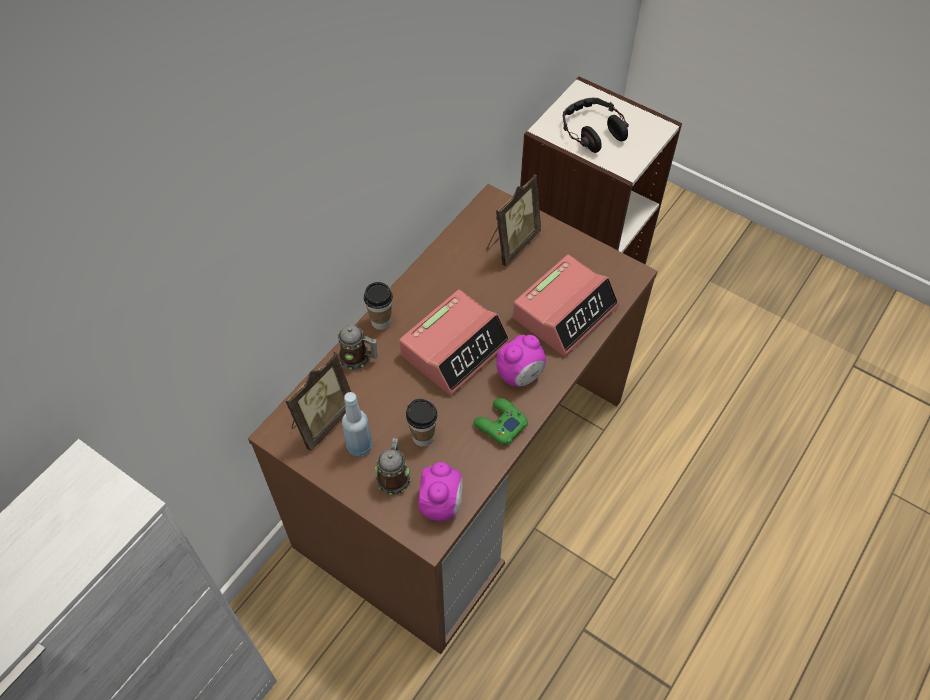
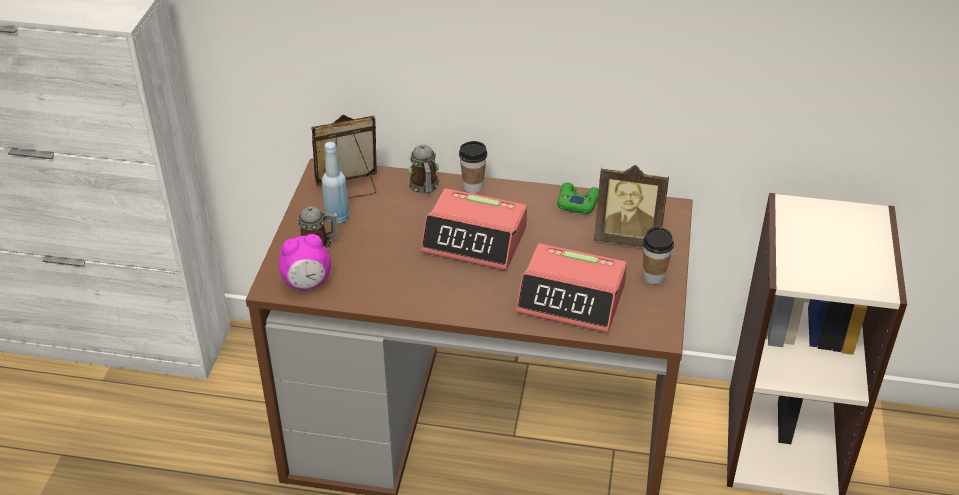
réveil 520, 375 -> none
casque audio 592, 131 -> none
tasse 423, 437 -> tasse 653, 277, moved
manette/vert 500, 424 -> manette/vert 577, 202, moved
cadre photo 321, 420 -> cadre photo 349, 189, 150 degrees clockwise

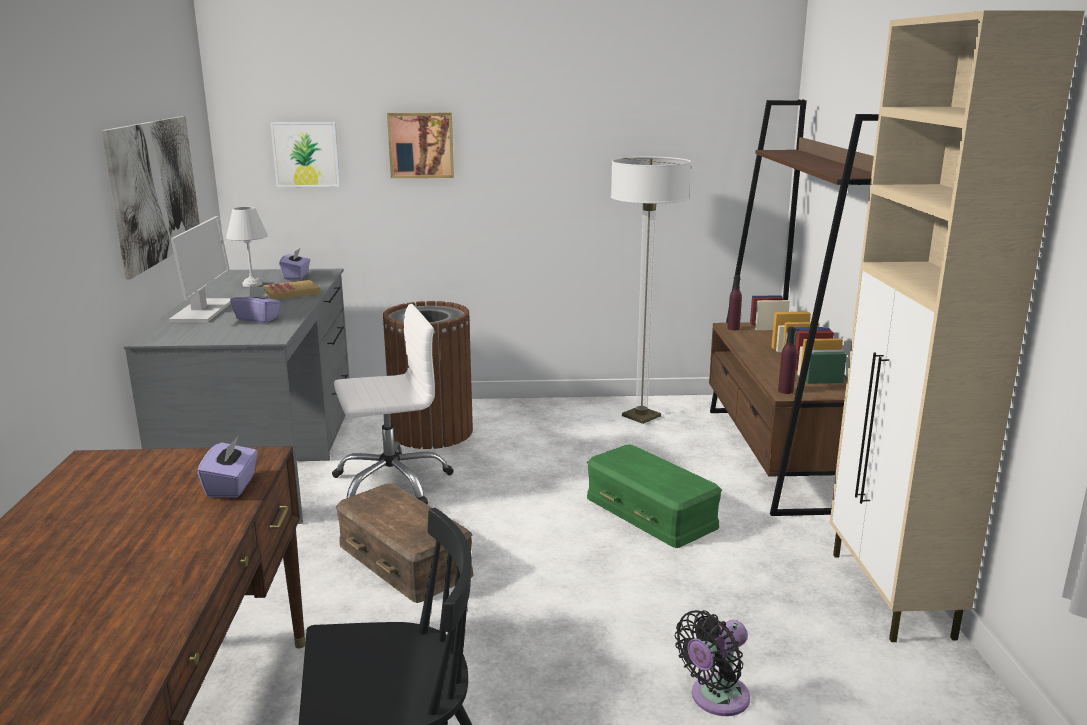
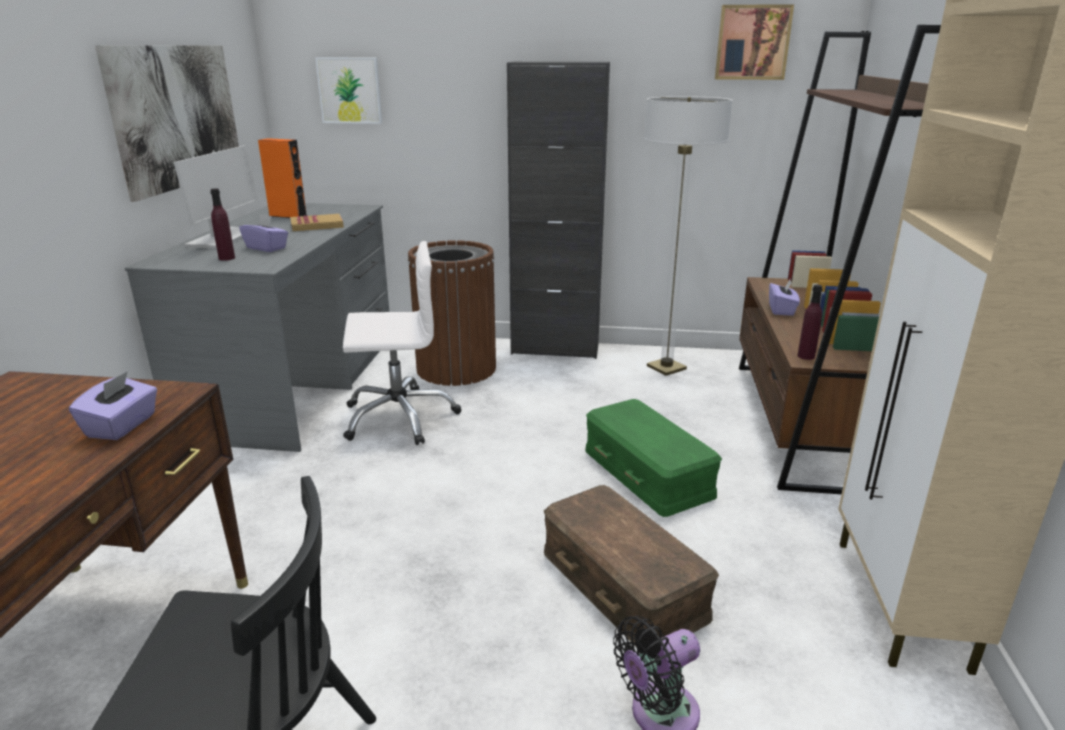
none -> meuble de rangement/noir 555, 349
boîte à mouchoirs/violet 296, 276 -> boîte à mouchoirs/violet 781, 310, moved
boîte de rangement/marron 405, 559 -> boîte de rangement/marron 624, 583, moved
tableau 421, 145 -> tableau 752, 42, moved
bouteille/violet 733, 328 -> bouteille/violet 227, 258, moved
lampe de table/blanc 252, 284 -> enceinte/orange 288, 216

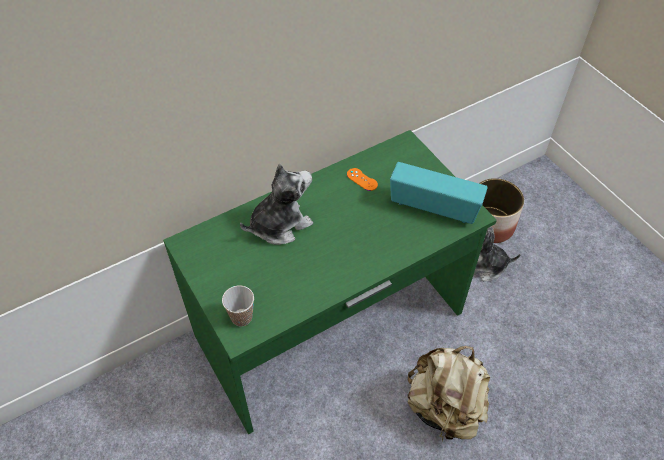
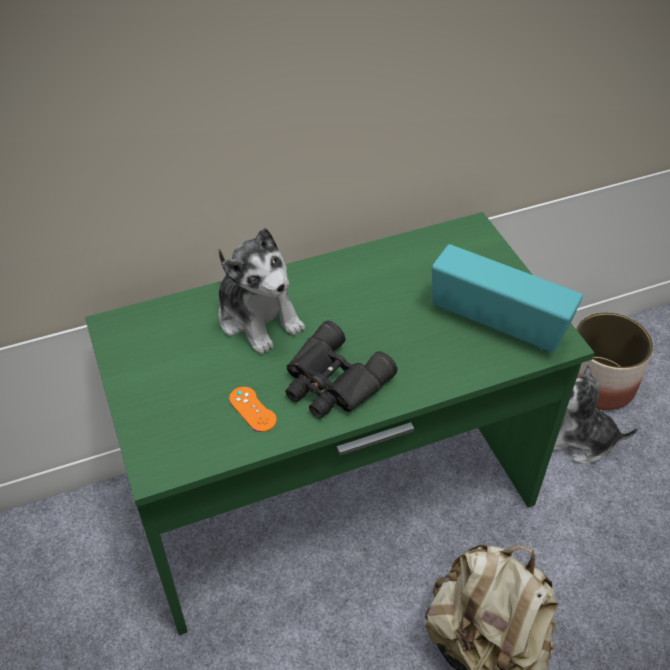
tasse 241, 317 -> none
none -> jumelles/noir 332, 383
manette/orange 362, 179 -> manette/orange 252, 409, moved
peluche 280, 224 -> peluche 258, 317, 75 degrees clockwise

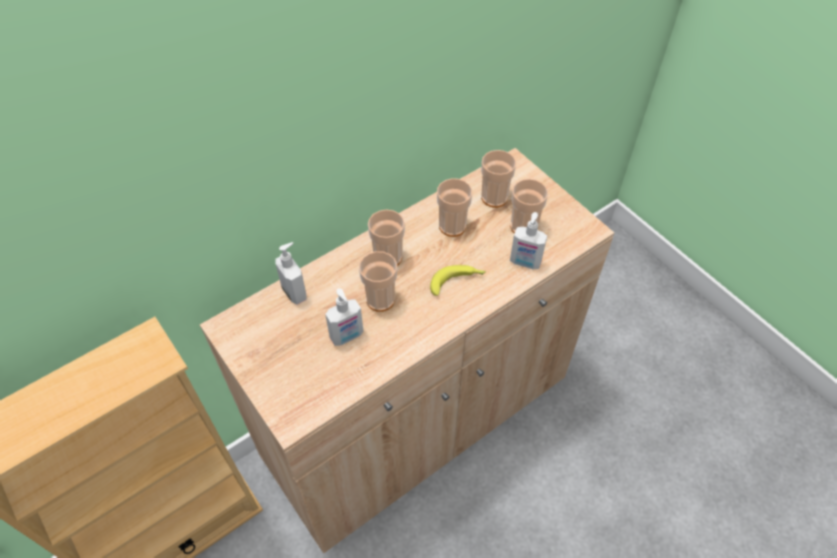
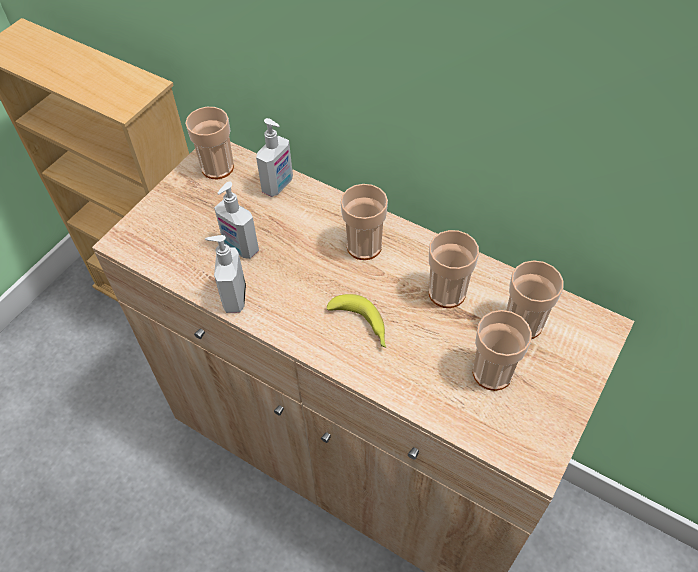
tasse 380, 299 -> tasse 217, 168, moved
distributeur de savon 525, 263 -> distributeur de savon 233, 298, moved

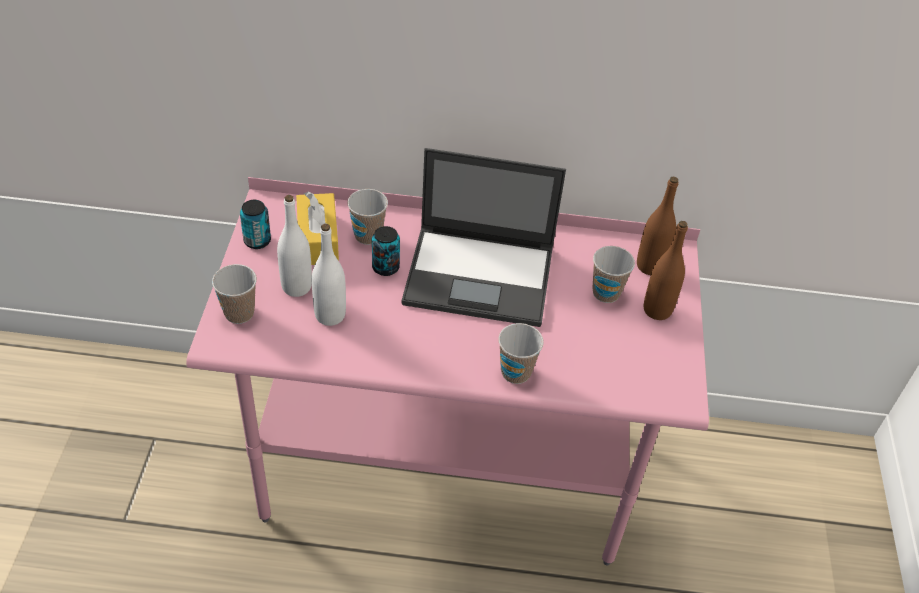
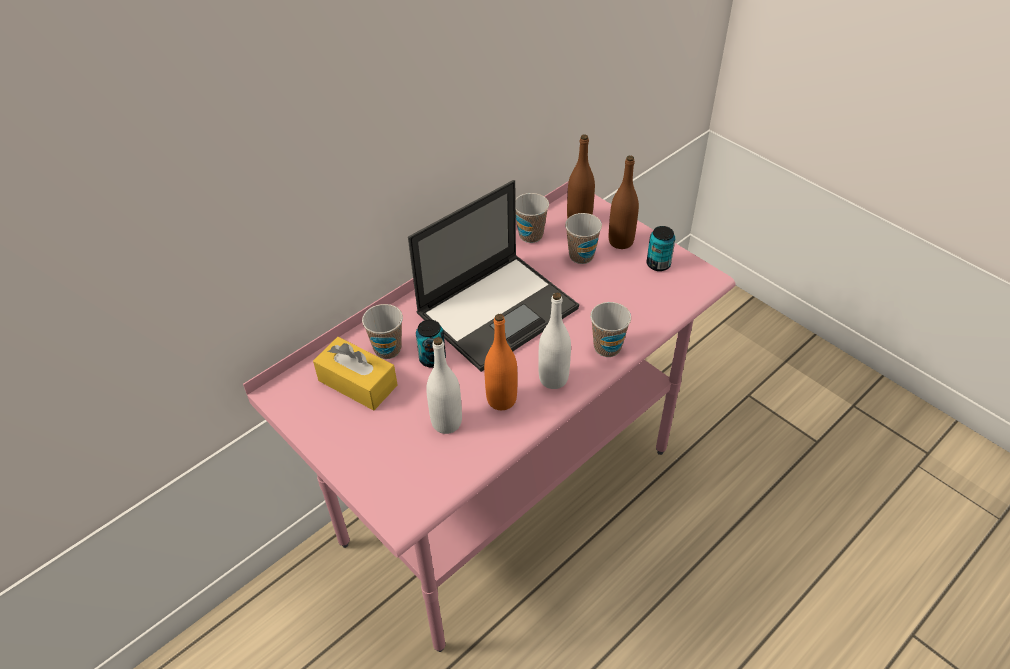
none -> bouteille/orange 501, 399
tasse 239, 313 -> tasse 531, 235, moved
boîte métallique 257, 241 -> boîte métallique 658, 264, moved
bouteille/blanc 296, 287 -> bouteille/blanc 553, 379, moved

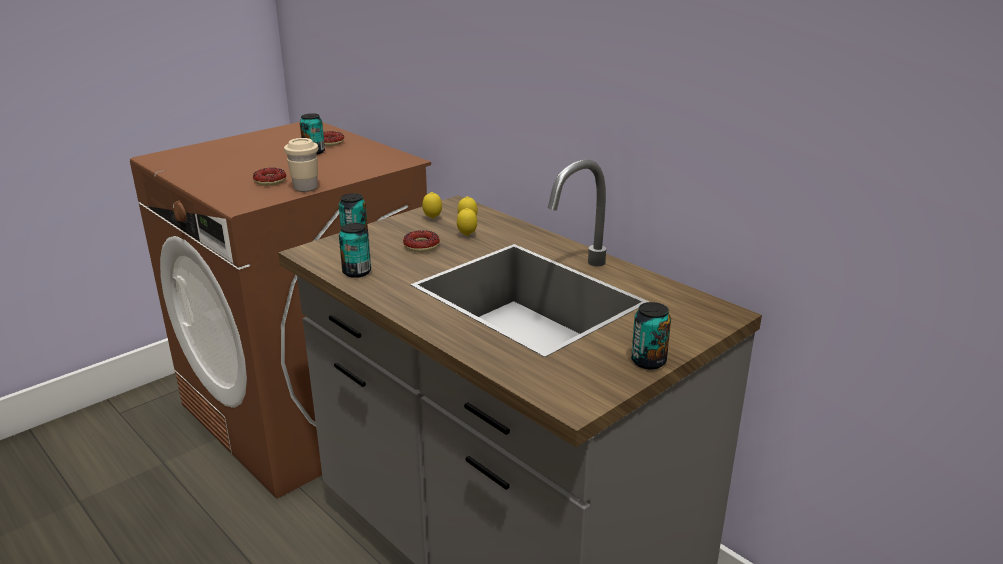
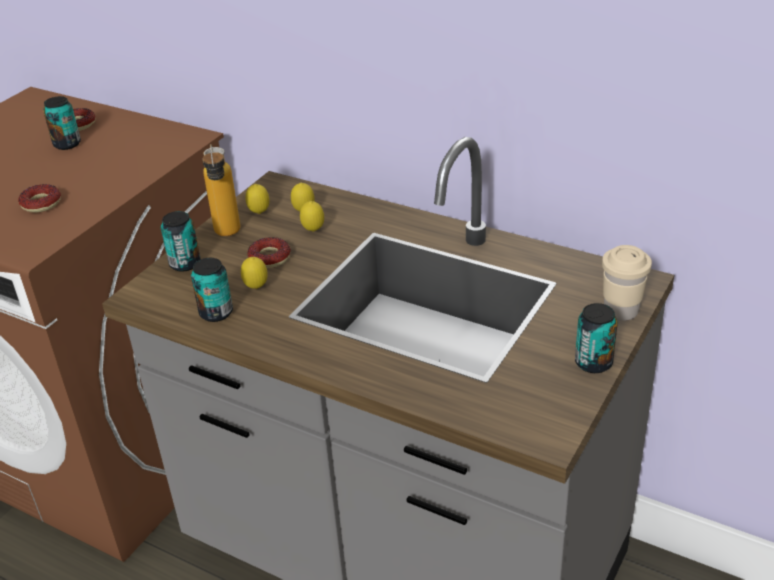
none -> bouteille 227, 236
none -> citron 256, 288
tasse/beige 305, 188 -> tasse/beige 621, 311, moved

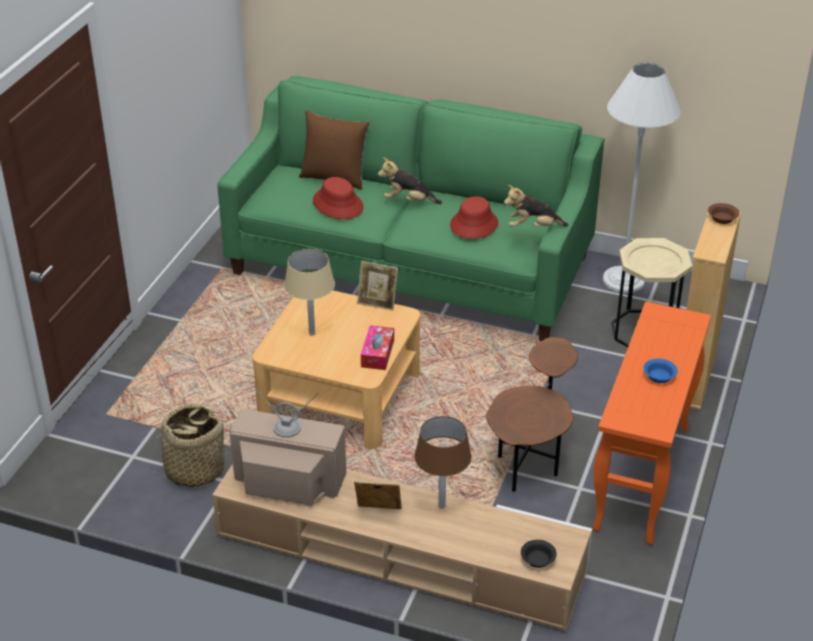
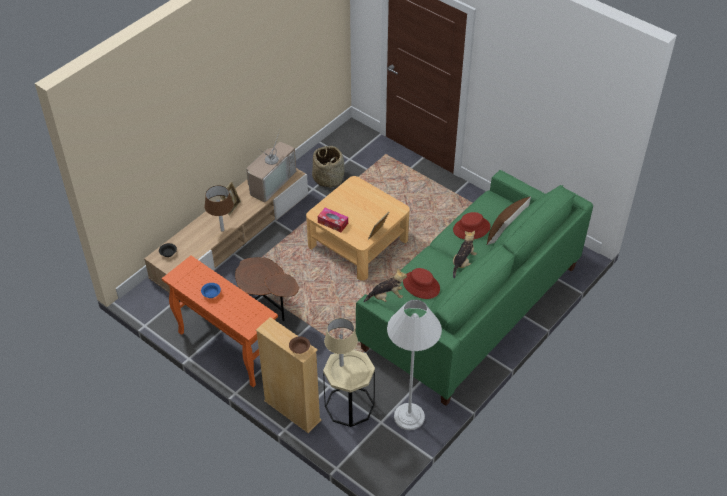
lampe de table/beige 312, 333 -> lampe de table/beige 341, 364, moved
peluche 533, 227 -> peluche 386, 297, 60 degrees clockwise

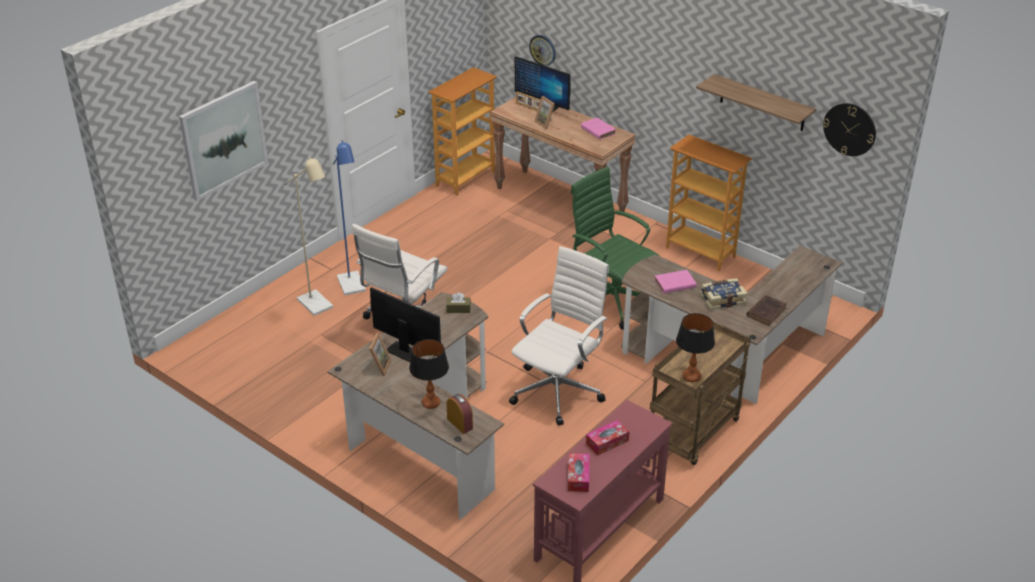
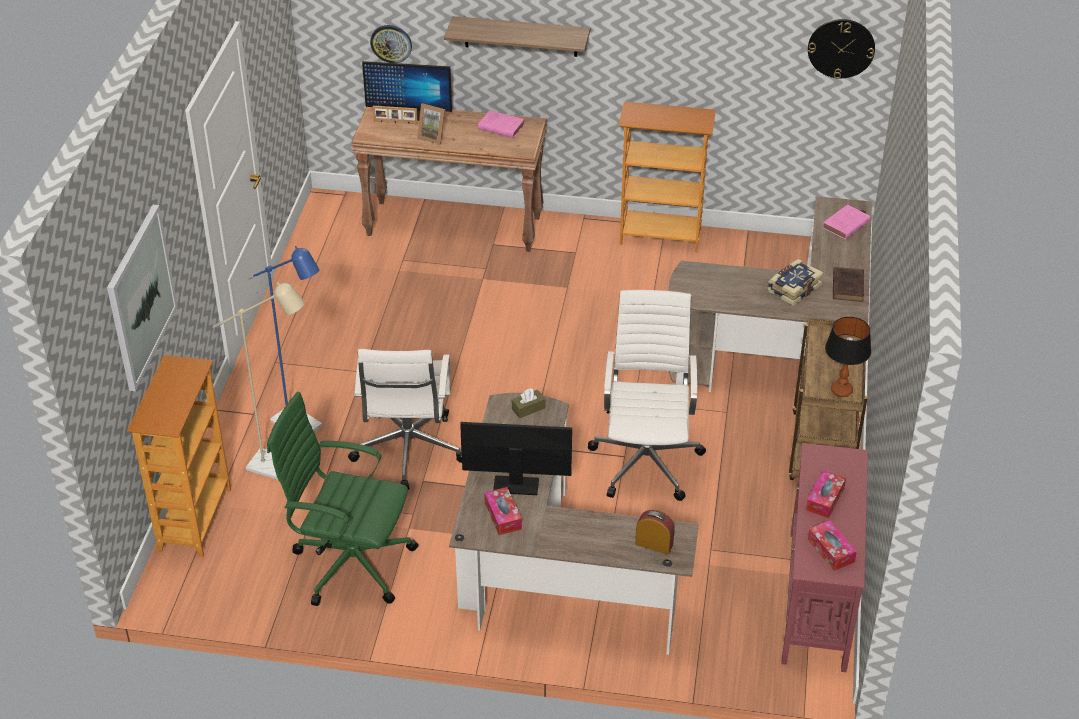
lampe de table 431, 403 -> none
bibliothèque 465, 178 -> bibliothèque 194, 519, moved
chaise de bureau/vert 611, 300 -> chaise de bureau/vert 349, 562, moved
livre/rose 673, 284 -> livre/rose 845, 225, moved
étagère 762, 103 -> étagère 521, 36, moved
cadre photo 378, 367 -> boîte à mouchoirs 503, 516

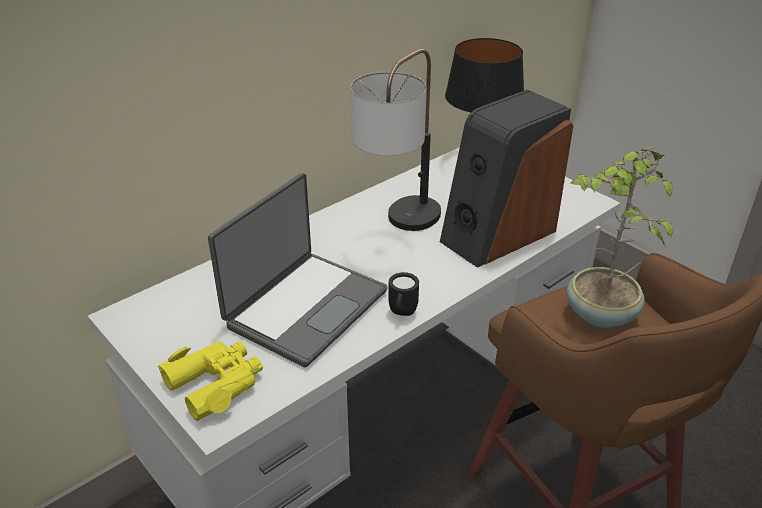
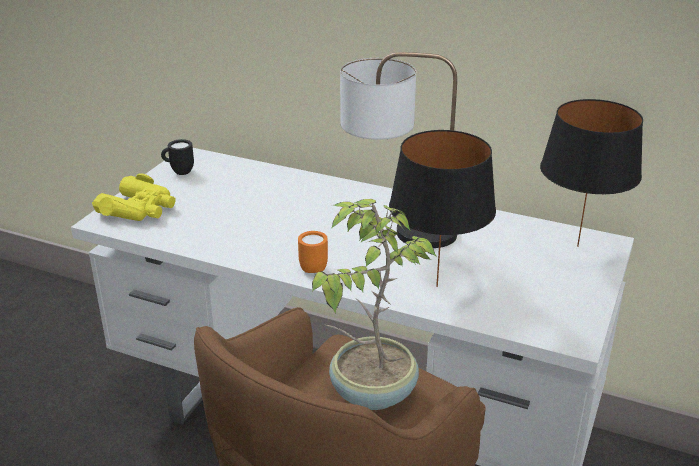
ordinateur portable 305, 307 -> none
none -> mug/orange 313, 267
mug/noir 402, 314 -> mug/noir 179, 172, moved
enceinte 497, 235 -> lampe de table/noir 437, 287

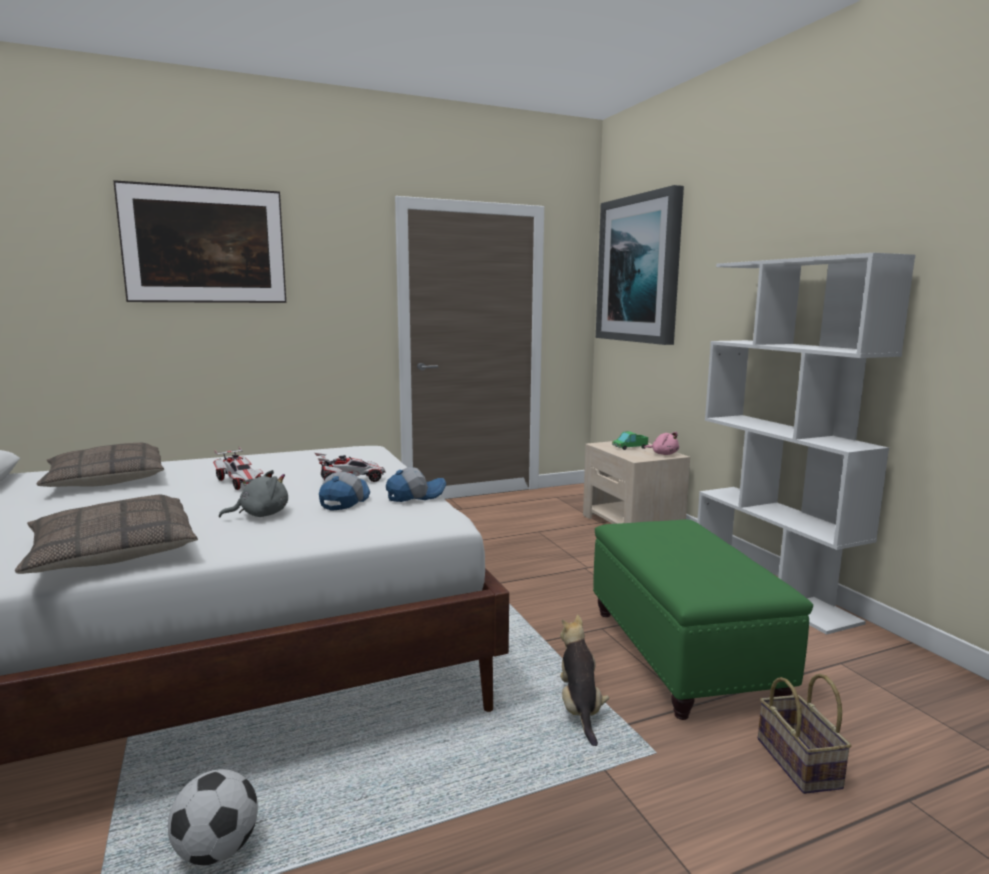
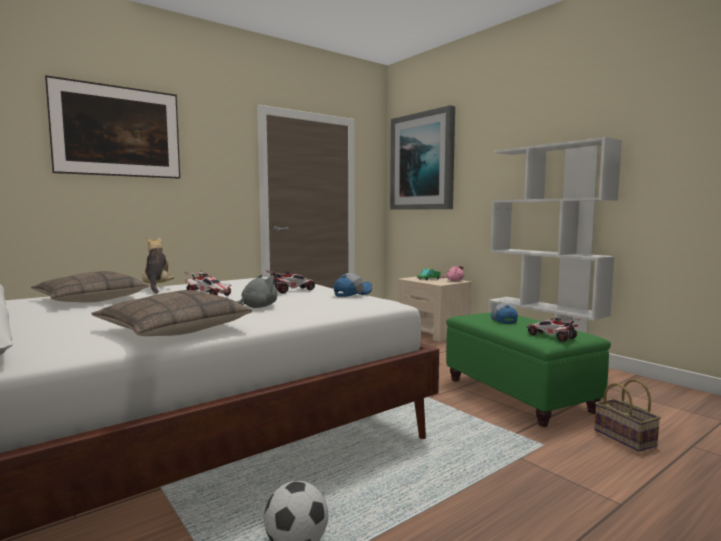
none -> petite voiture 551, 337
casquette 344, 501 -> casquette 503, 320, moved
peluche 580, 708 -> peluche 157, 288, moved

